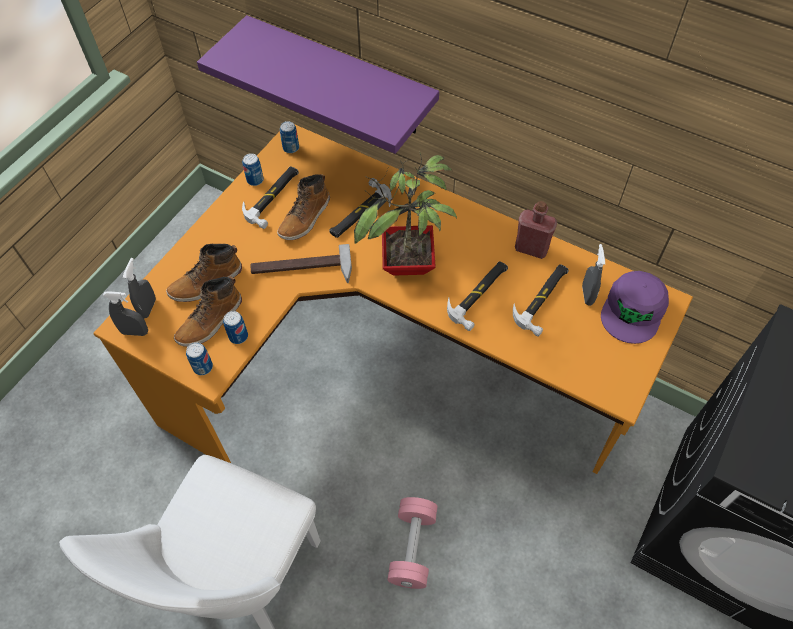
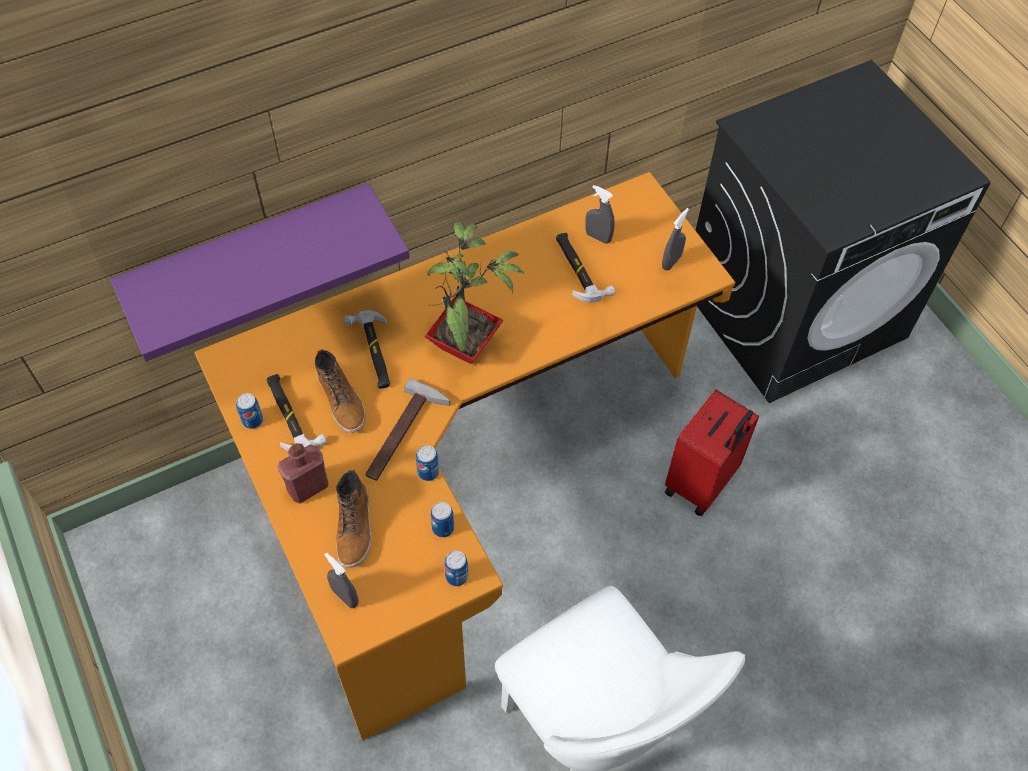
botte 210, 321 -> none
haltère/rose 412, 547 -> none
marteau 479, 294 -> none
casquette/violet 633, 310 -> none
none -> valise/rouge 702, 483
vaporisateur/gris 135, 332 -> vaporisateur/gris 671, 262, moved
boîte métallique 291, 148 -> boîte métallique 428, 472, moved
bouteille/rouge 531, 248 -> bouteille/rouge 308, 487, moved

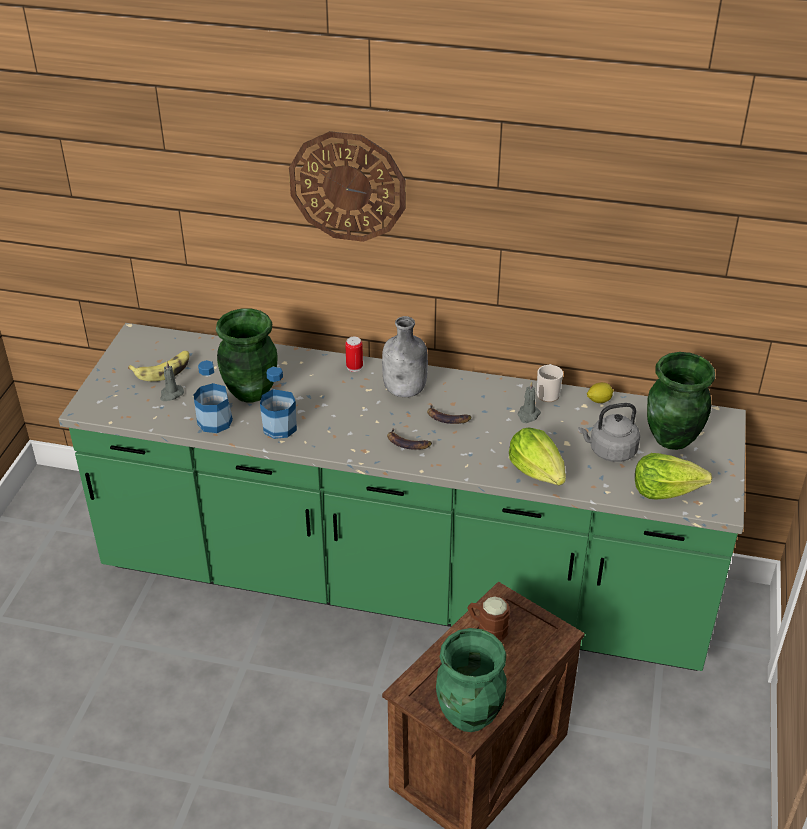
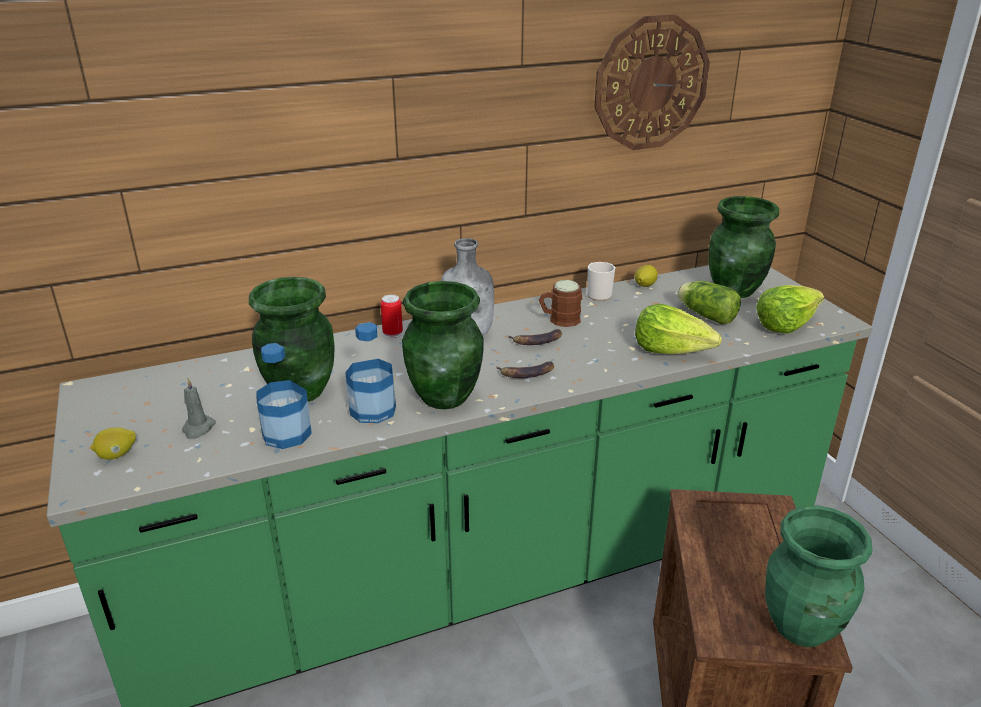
banane 163, 370 -> none
bougie/gris 528, 415 -> none
none -> citron 117, 455
none -> vase/vert 446, 397
horloge murale 347, 186 -> horloge murale 651, 83, moved
mug/marron 487, 628 -> mug/marron 559, 320, moved
bouilloire/gris 610, 451 -> laitue 705, 315

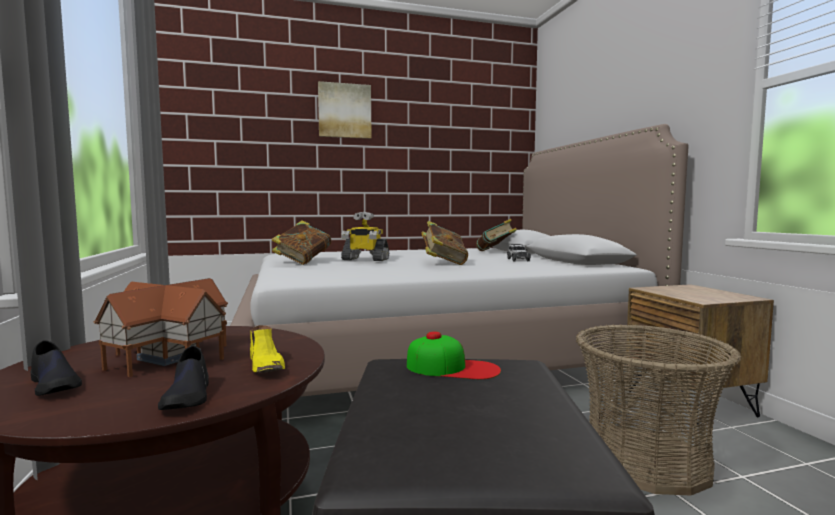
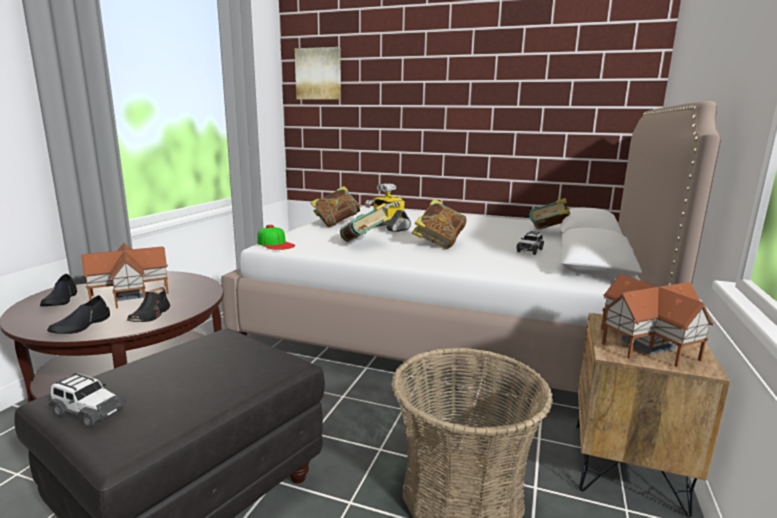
none -> petite voiture 88, 412
none -> livre 365, 243
none -> maison miniature 650, 344
tableau 344, 111 -> tableau 318, 74, moved
casquette 453, 368 -> casquette 275, 244, moved
chaussure/jaune 266, 366 -> chaussure/noir 150, 316

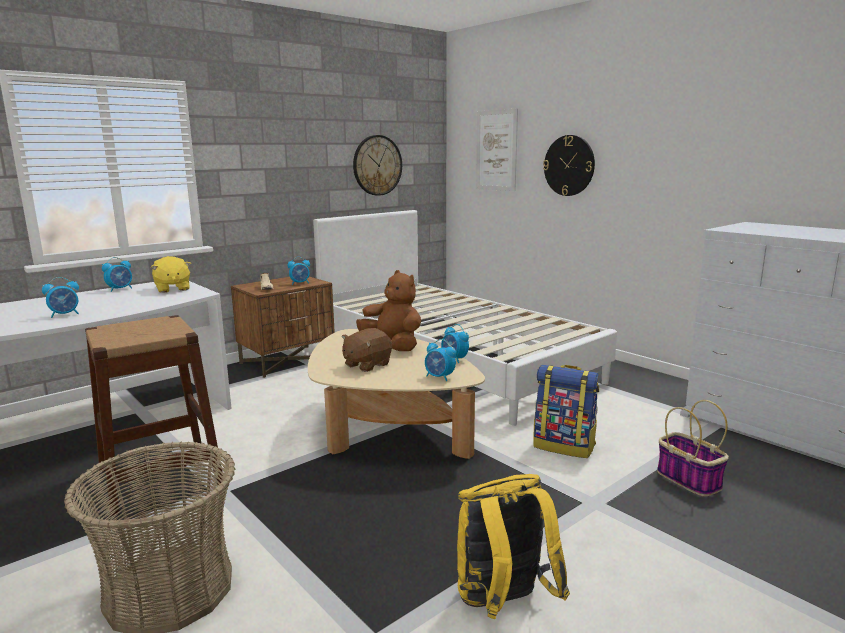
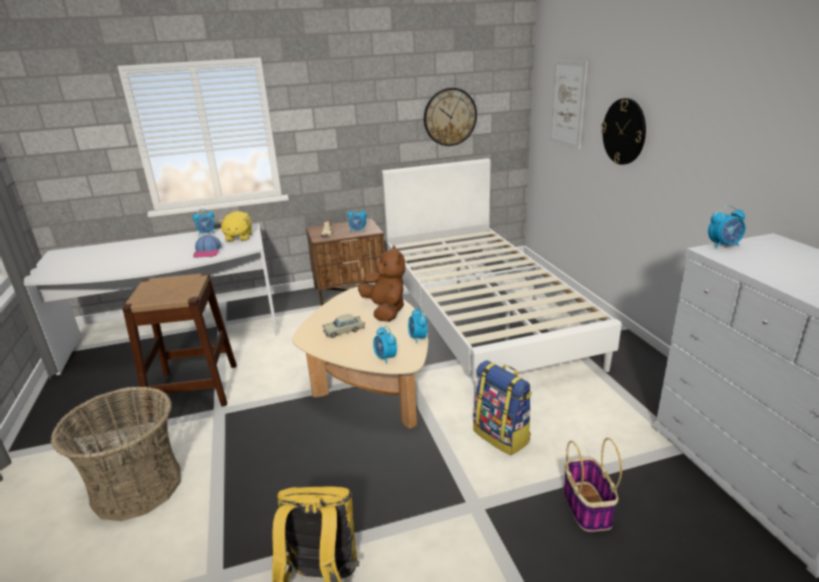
none -> casquette 208, 252
réveil 65, 315 -> réveil 723, 245, moved
peluche/marron 366, 365 -> petite voiture/beige 344, 331

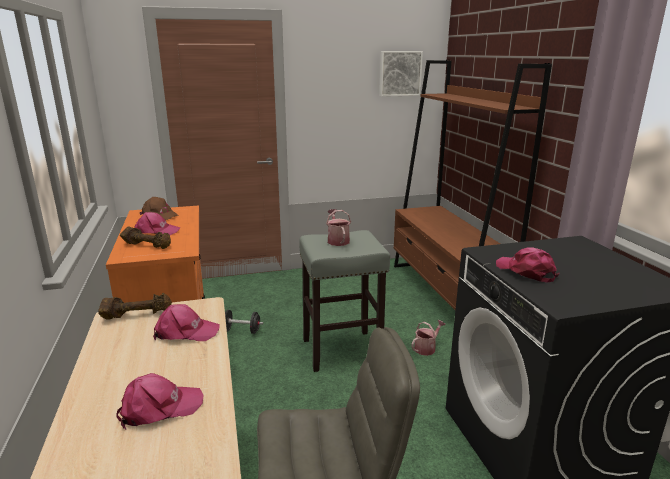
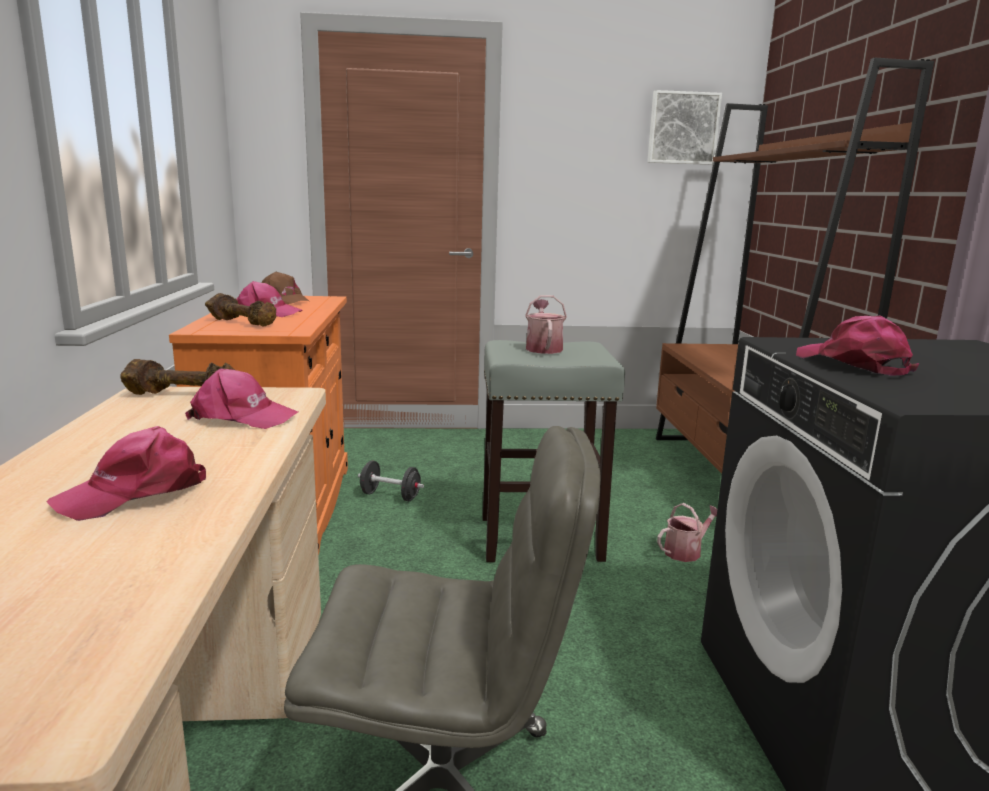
casquette/rose 159, 408 -> casquette/rose 135, 492, 150 degrees clockwise

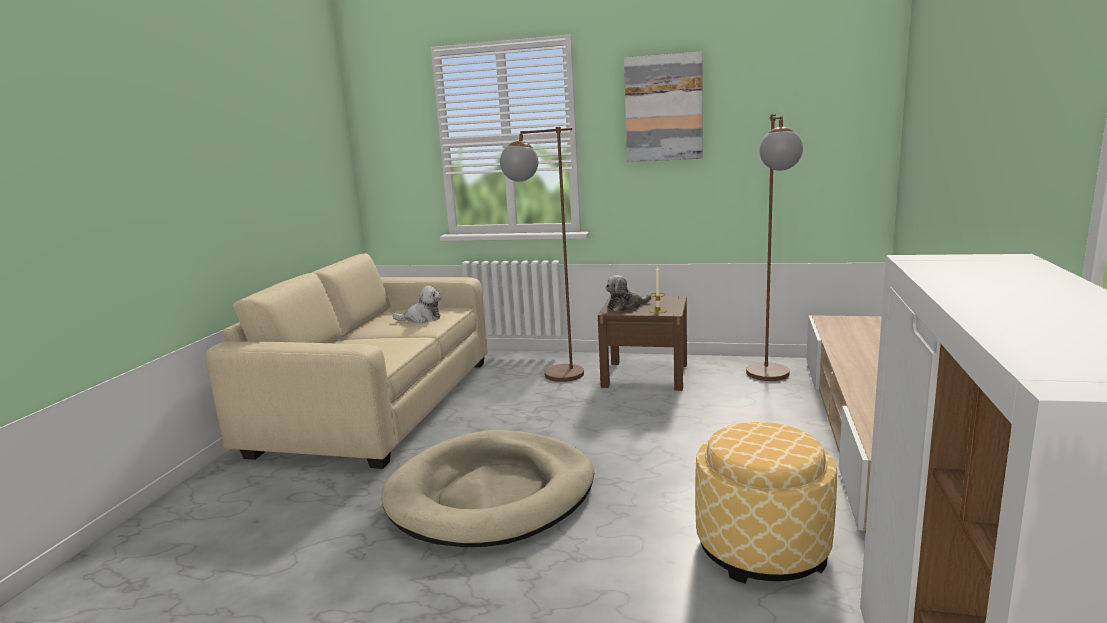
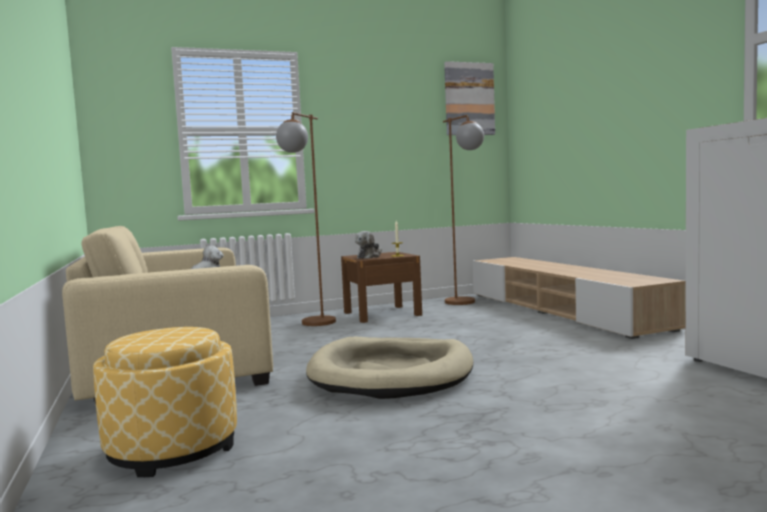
tableau 663, 108 -> tableau 469, 99, moved
pouf 762, 548 -> pouf 173, 448, moved

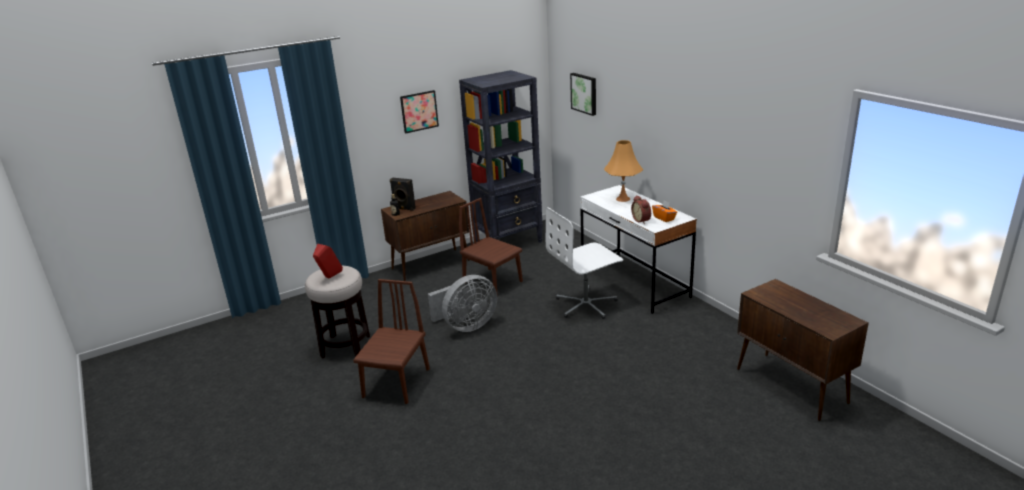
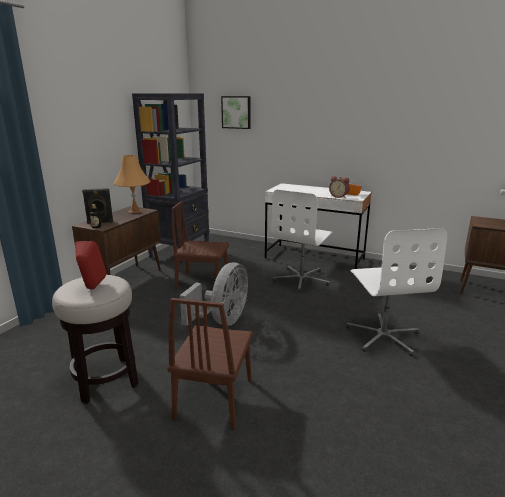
tableau 419, 111 -> none
none -> chaise de bureau/blanc 383, 336
lampe de table/orange 623, 199 -> lampe de table/orange 135, 211, moved
chaise/marron 396, 383 -> chaise/marron 214, 397, 150 degrees counterclockwise

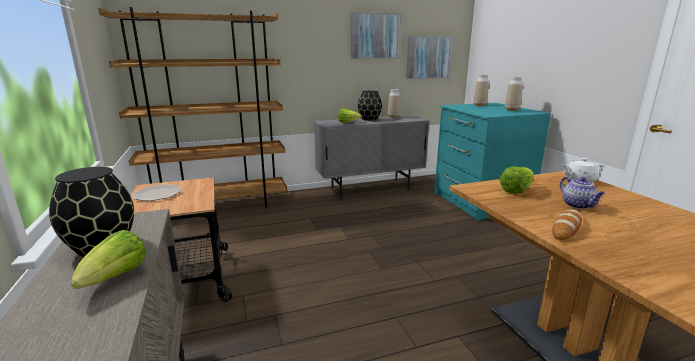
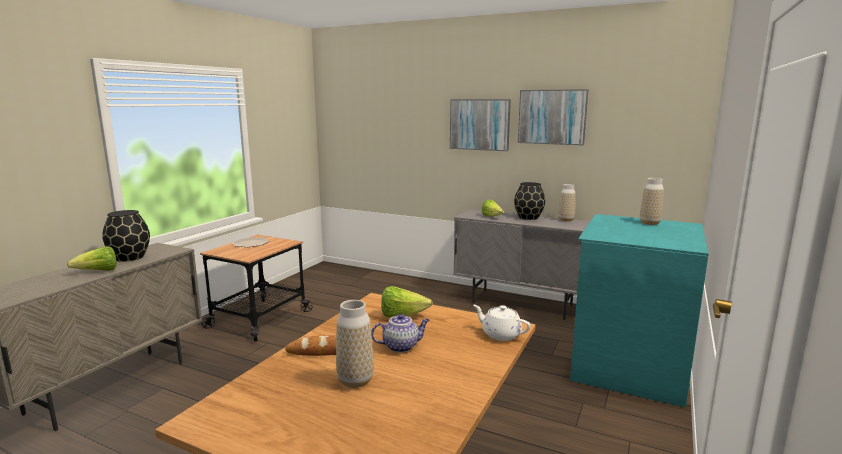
bibliothèque/marron 218, 206 -> none
tableau 429, 57 -> tableau 479, 124, moved
vase 511, 110 -> vase 355, 381, moved
théière 578, 205 -> théière 401, 346, 135 degrees counterclockwise

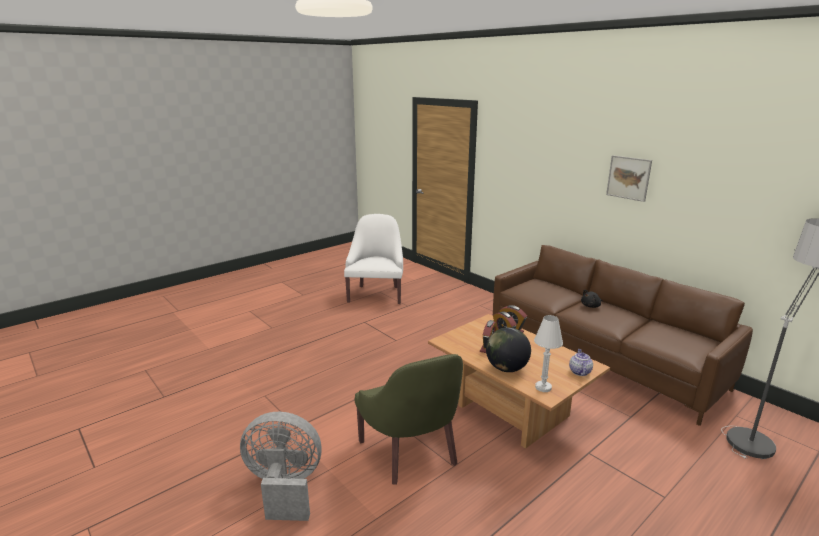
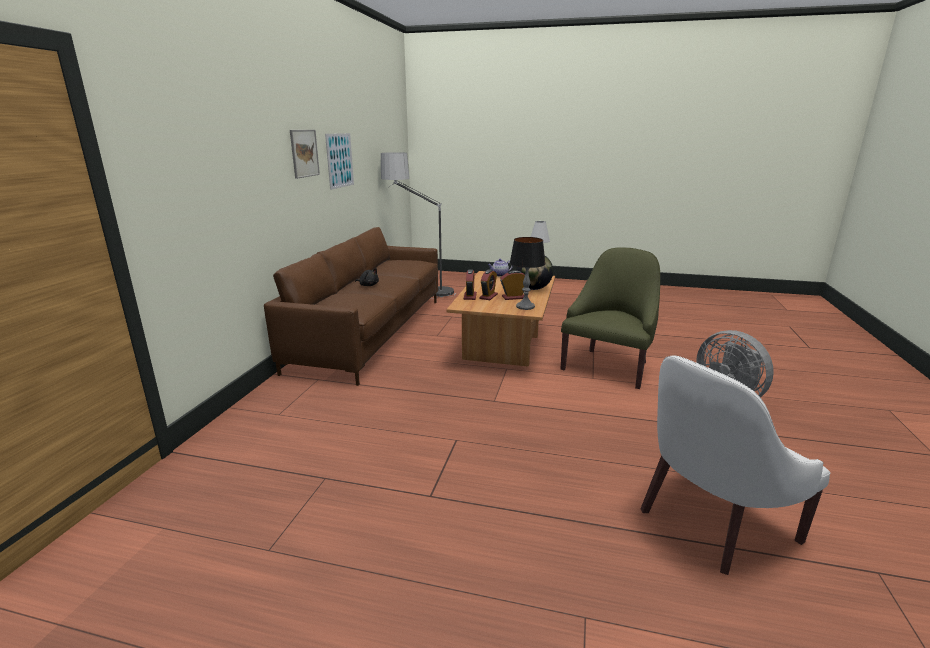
none -> tableau 340, 160
none -> lampe de table 525, 306
fauteuil/blanc 376, 294 -> fauteuil/blanc 710, 521, moved

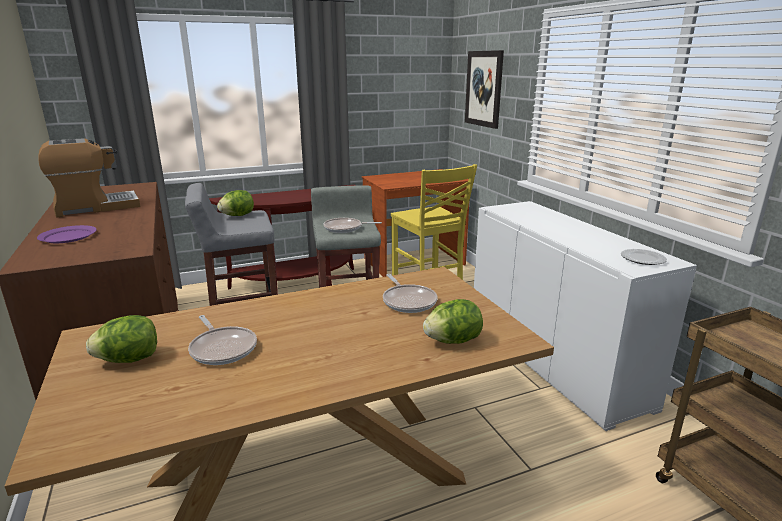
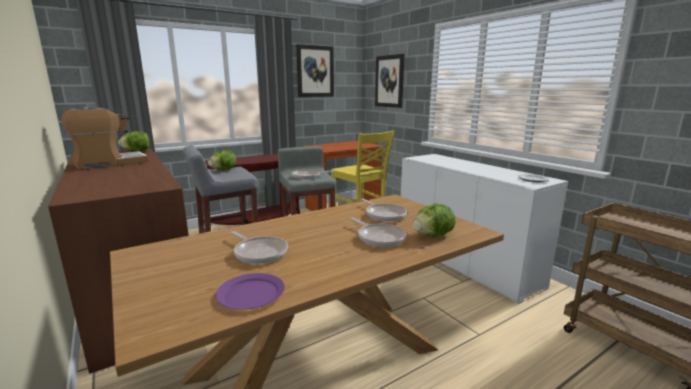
none -> tableau 315, 71
none -> poêle 379, 238
assiette/violet 68, 236 -> assiette/violet 251, 293, moved
laitue 129, 359 -> laitue 137, 151, moved

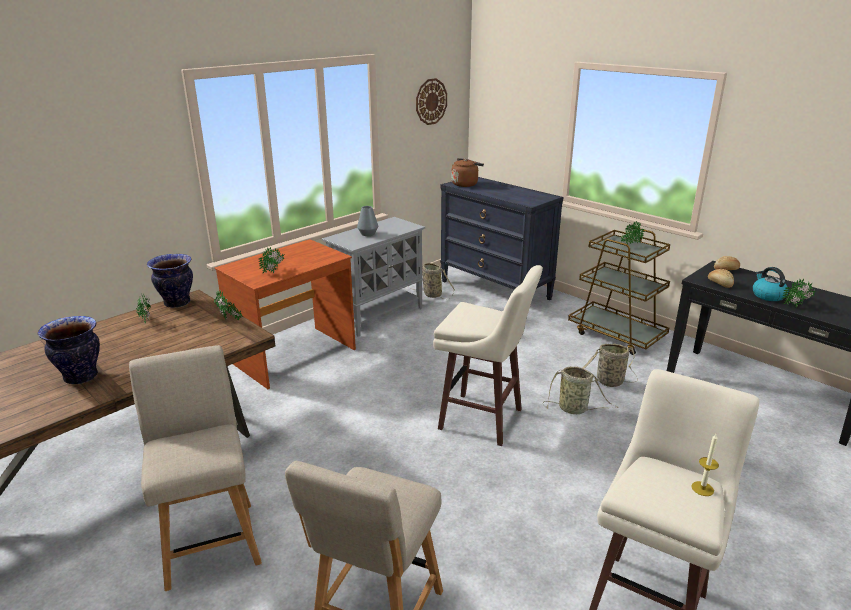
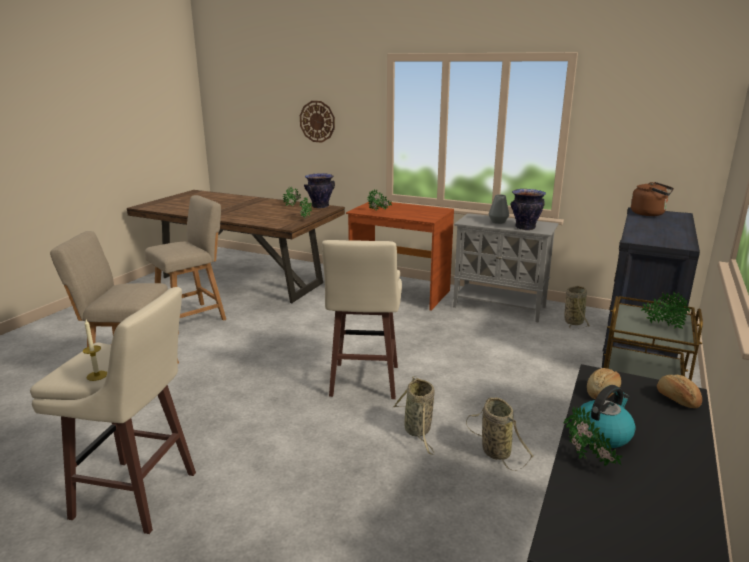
vase 82, 377 -> vase 525, 228, moved
horloge murale 431, 101 -> horloge murale 317, 121, moved

